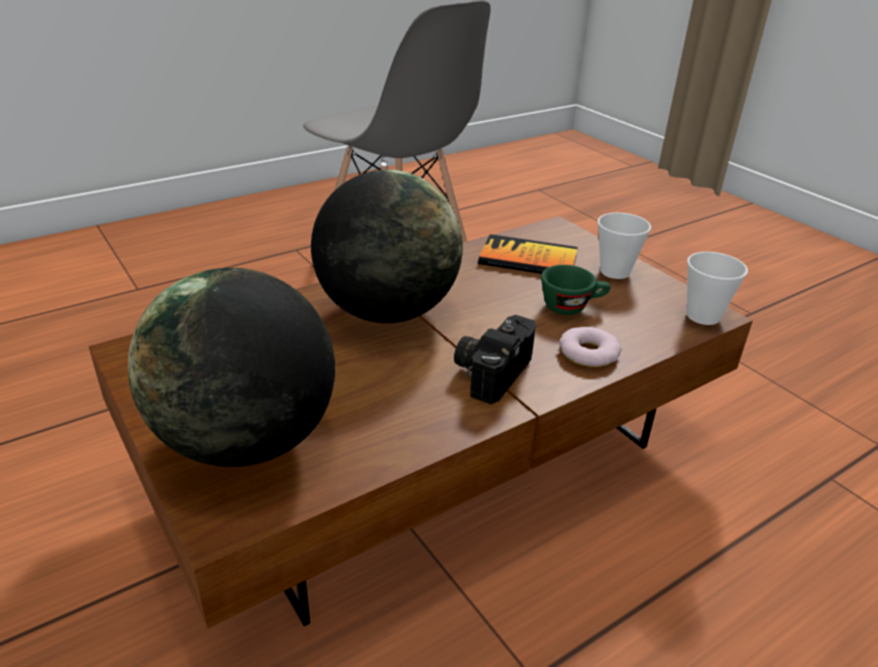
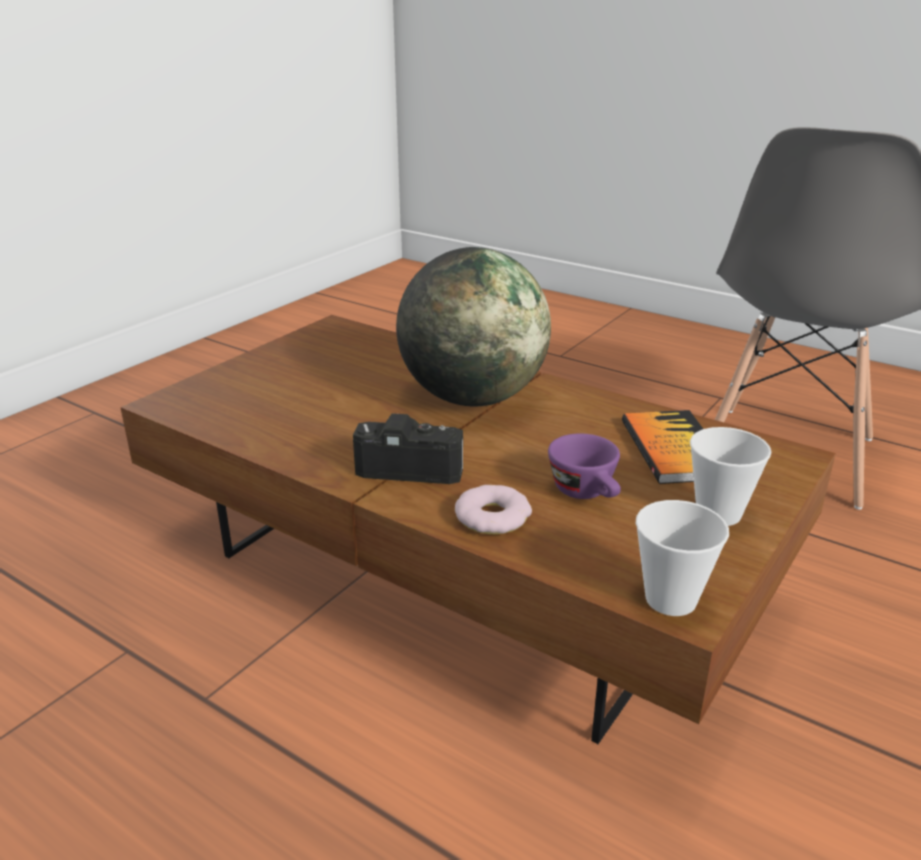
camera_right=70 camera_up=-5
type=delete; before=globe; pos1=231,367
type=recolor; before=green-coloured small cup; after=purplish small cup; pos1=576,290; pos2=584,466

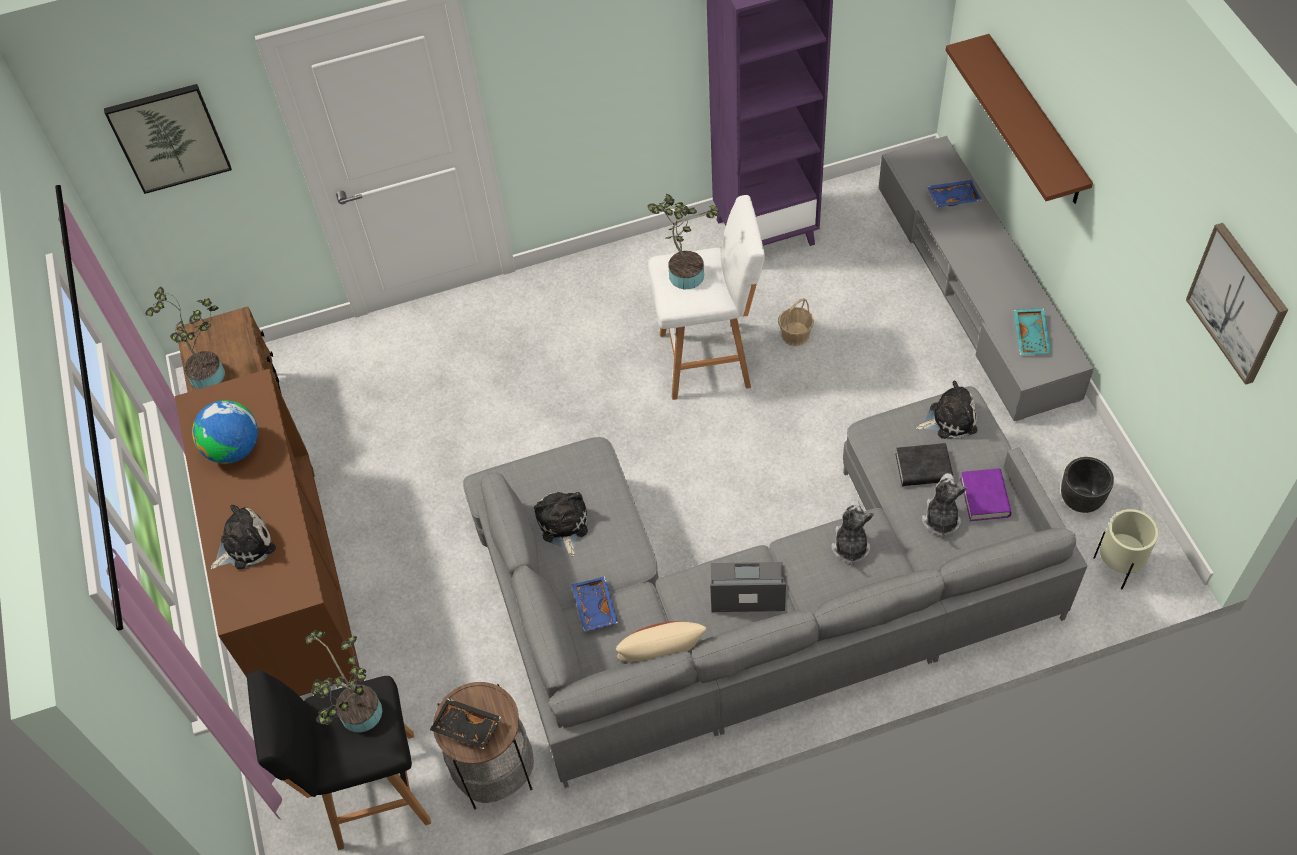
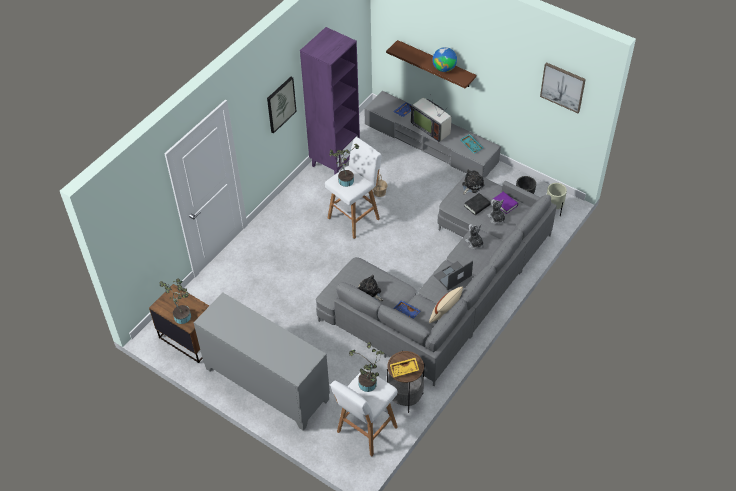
camera_right=-40 camera_up=-5
type=delete; before=soft toy; pos1=243,537
type=insert; after=television; pos2=431,118
type=move; before=picture; pos1=168,139; pos2=282,105
type=move; before=globe; pos1=225,432; pos2=445,59
type=recolor; before=brownish cupboard; after=gray cupboard; pos1=269,532; pos2=261,362
type=recolor; before=blackish sitting stool; after=whitish sitting stool; pos1=339,760; pos2=364,412
type=recolor; before=blackish serving tray; after=yellow serving tray; pos1=465,723; pos2=404,367

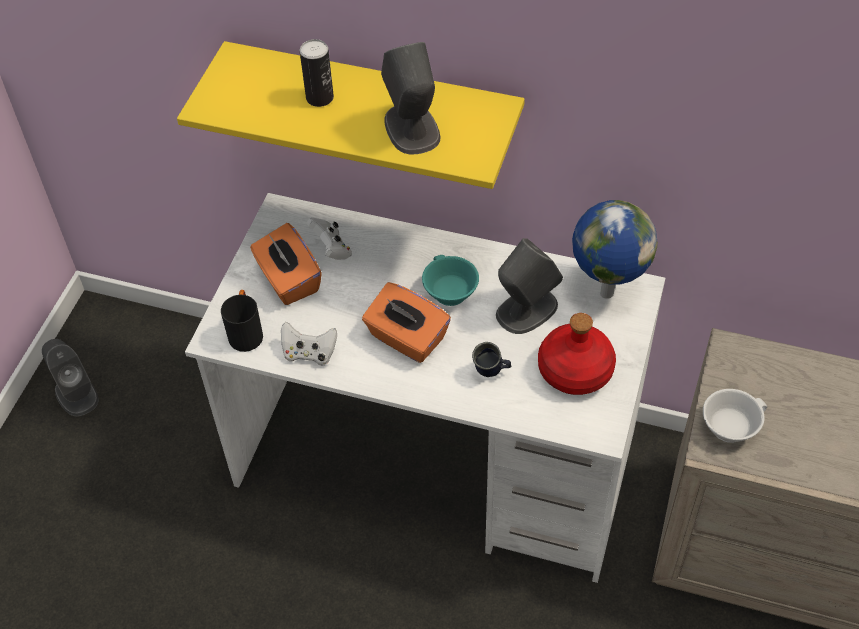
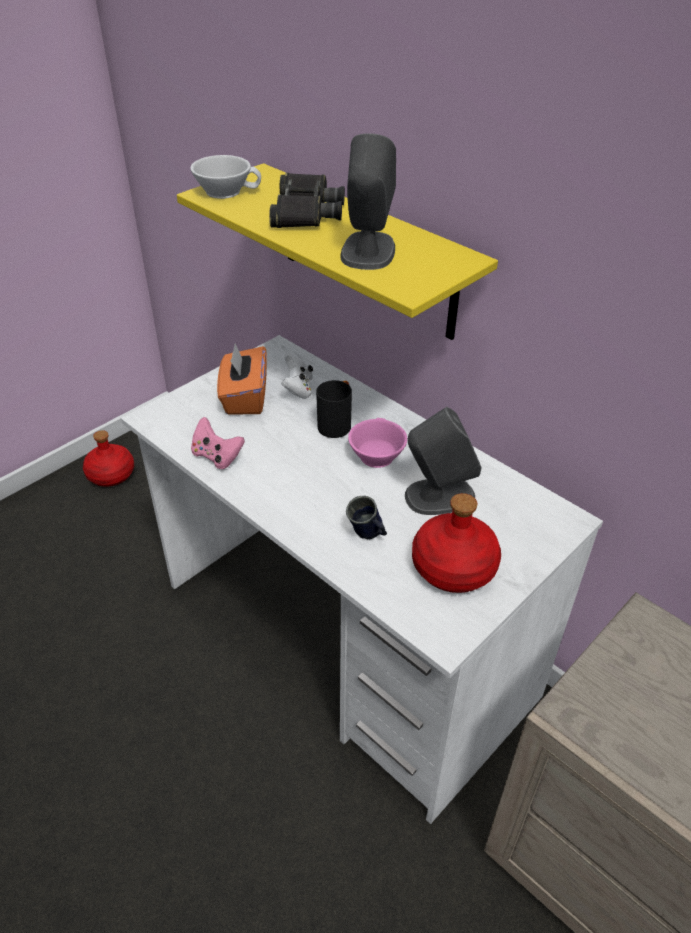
camera_right=25 camera_up=-10
type=delete; before=orange tissue holder; pos1=406,322
type=delete; before=globe; pos1=615,249
type=move; before=blackish mug; pos1=242,321; pos2=334,409
type=move; before=whitish small cup; pos1=735,416; pos2=225,177
type=replace; before=gray audio speaker; after=red beverage bottle; pos1=70,377; pos2=108,458
type=replace; before=sealed can; after=blackish pair of binoculars; pos1=317,73; pos2=307,200
type=recolor; before=whitish joypad; after=pink joypad; pos1=309,344; pos2=218,443
type=recolor; before=blue-green small cup; after=pink small cup; pos1=450,280; pos2=377,443

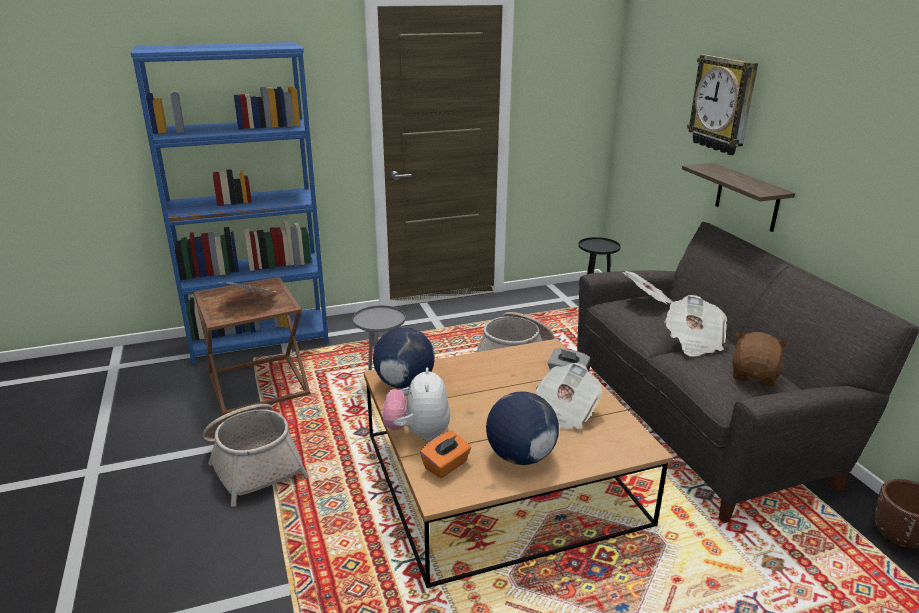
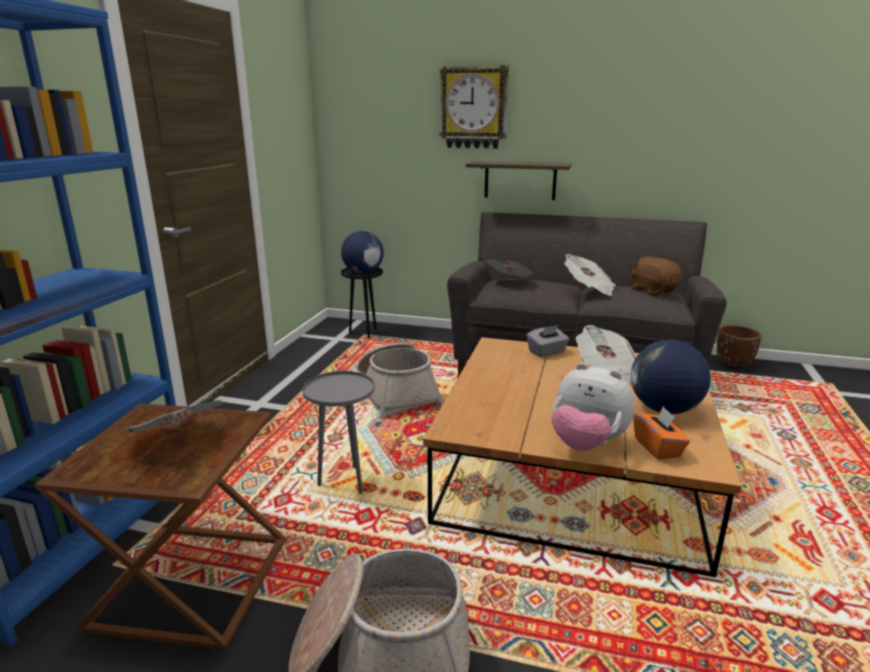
camera_right=-55 camera_up=-5
type=move; before=globe; pos1=404,358; pos2=362,252

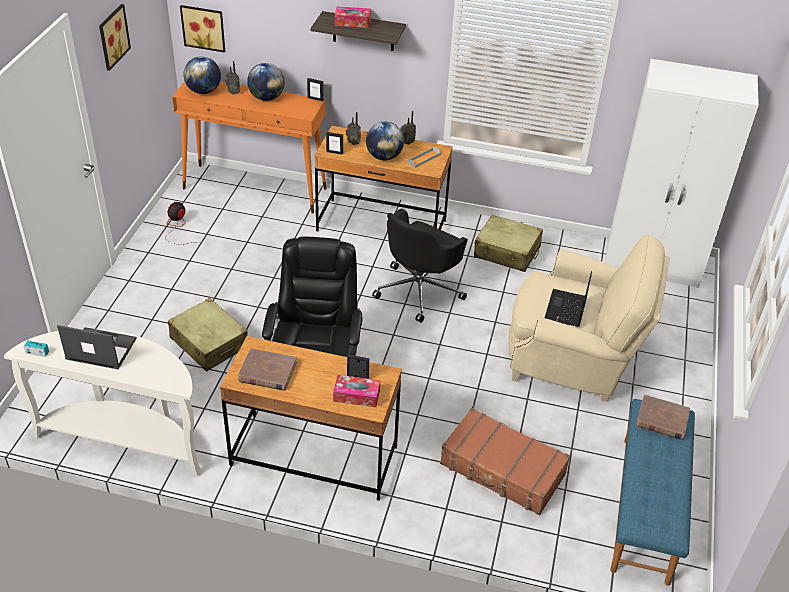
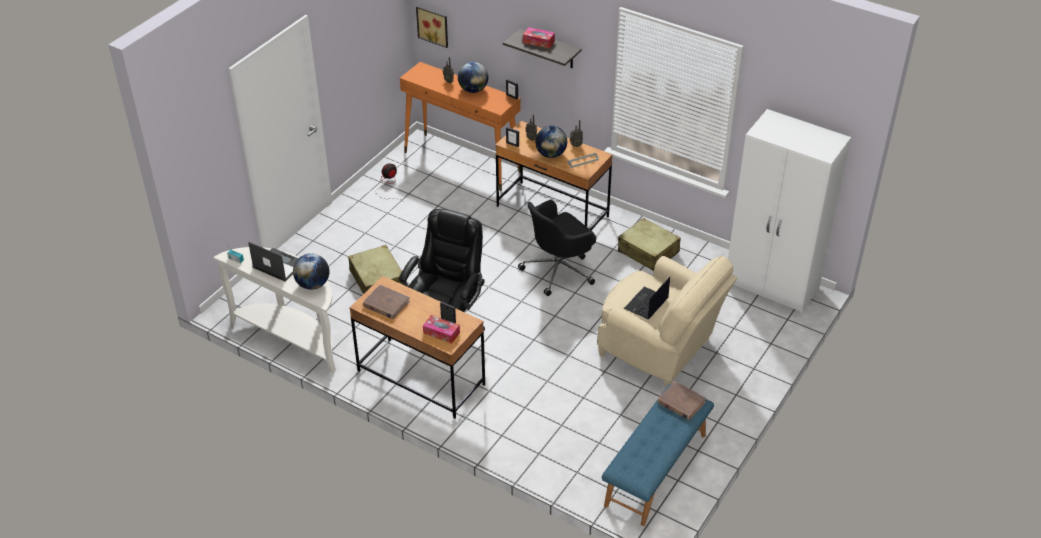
camera_right=20 camera_up=0
type=delete; before=picture; pos1=115,37
type=delete; before=brownish travel case; pos1=505,461
type=move; before=globe; pos1=202,75; pos2=311,271

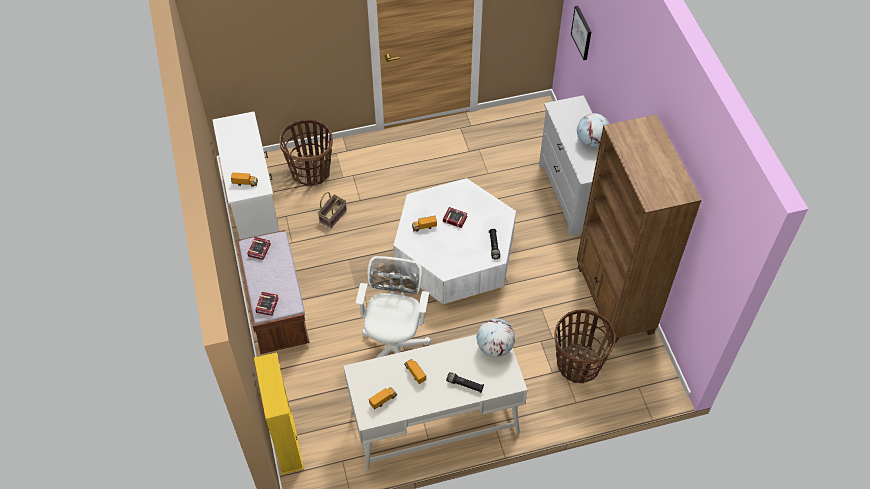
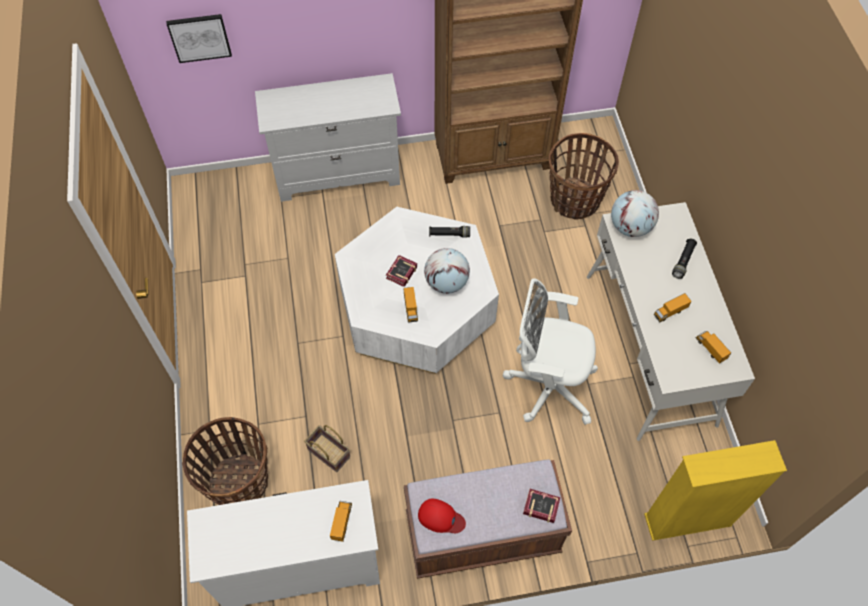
camera_right=-85 camera_up=5
type=move; before=globe; pos1=593,130; pos2=447,271
type=replace; before=bound book; after=red cap; pos1=259,248; pos2=442,516

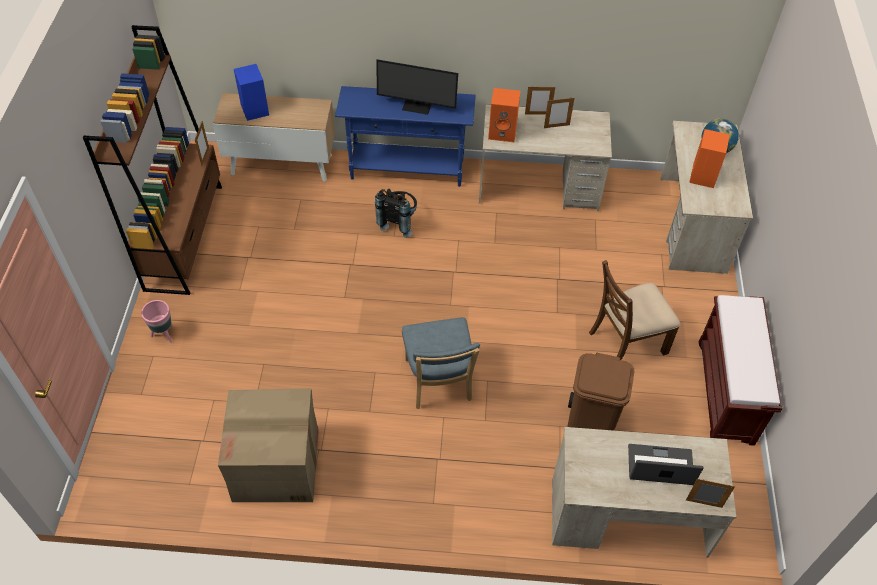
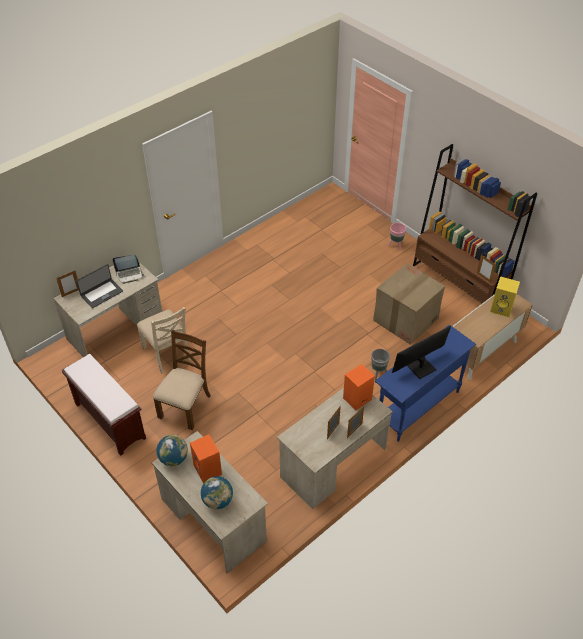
camera_right=135 camera_up=-5
type=delete; before=bluish plain chair; pos1=441,363
type=insert; after=notebook computer; pos2=128,269
type=insert; after=globe; pos2=172,450
type=move; before=packing box; pos1=268,445; pos2=409,303
type=replace; before=blackish knapsack; after=gray plant pot; pos1=396,213; pos2=380,364
type=replace; before=brownish rubbish bin; after=beige-coloured plain chair; pos1=600,392; pos2=164,340
type=recolor; before=bluish audio speaker; after=yellow audio speaker; pos1=251,92; pos2=505,297

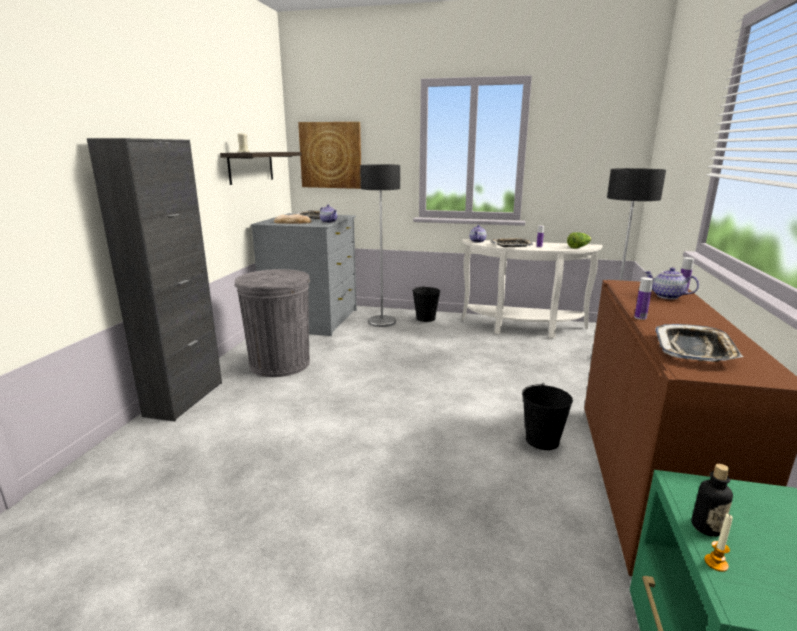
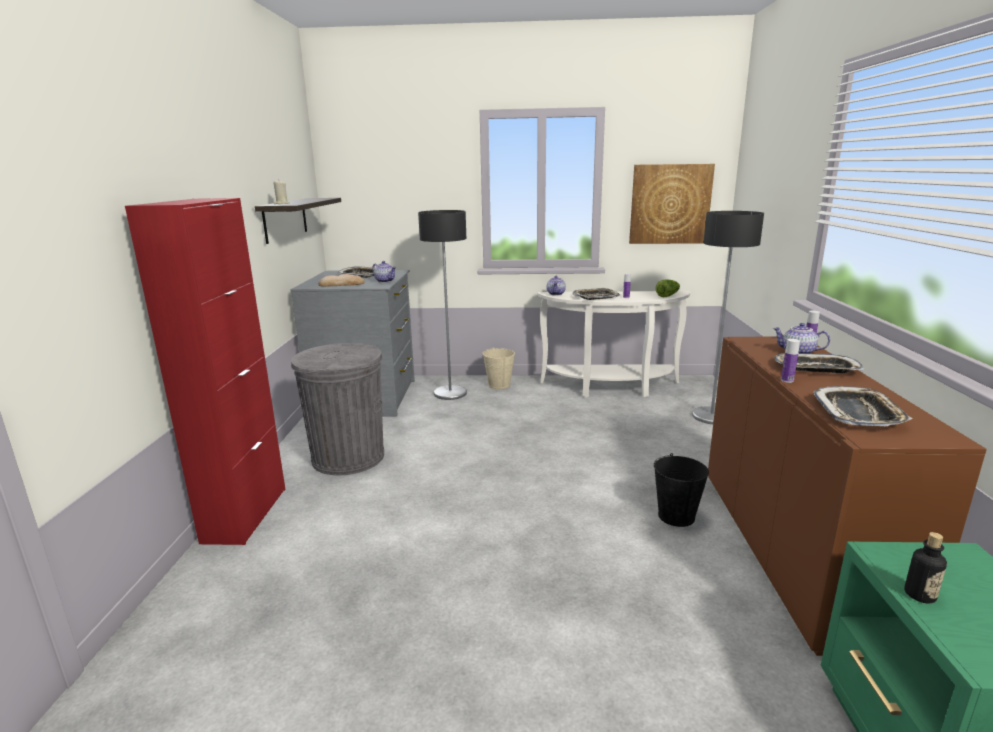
camera_right=-10 camera_up=0
type=delete; before=candle; pos1=718,543
type=insert; after=serving tray; pos2=819,363
type=move; before=picture; pos1=329,155; pos2=672,204
type=recolor; before=blackish cupboard; after=red cupboard; pos1=154,279; pos2=205,371
type=recolor; before=blackish pail; after=beige-coloured pail; pos1=426,304; pos2=498,368

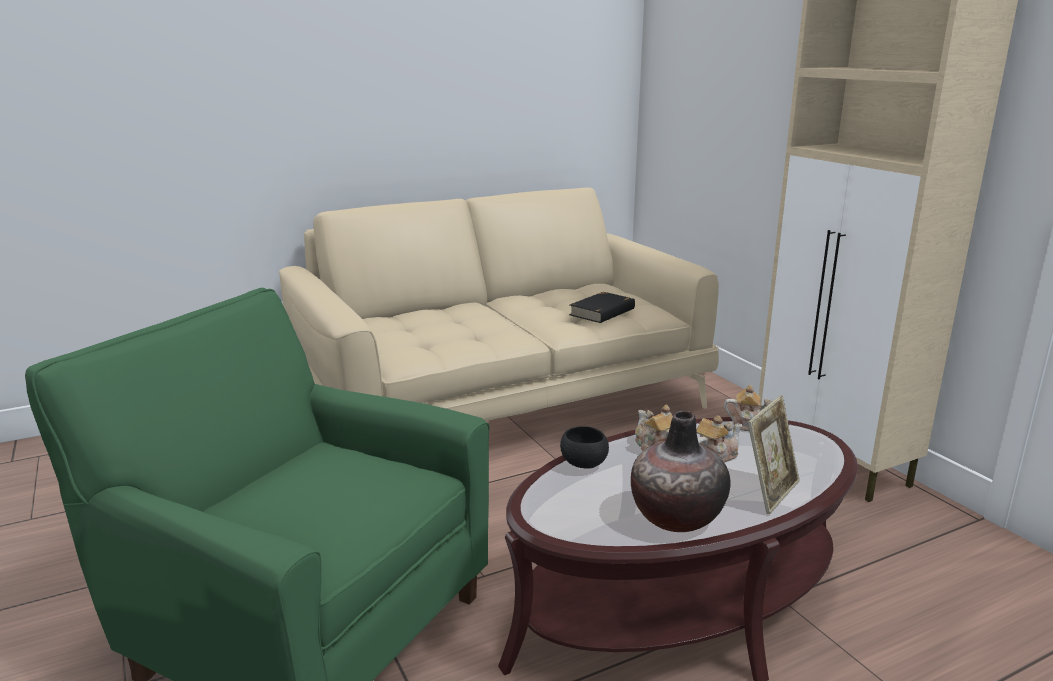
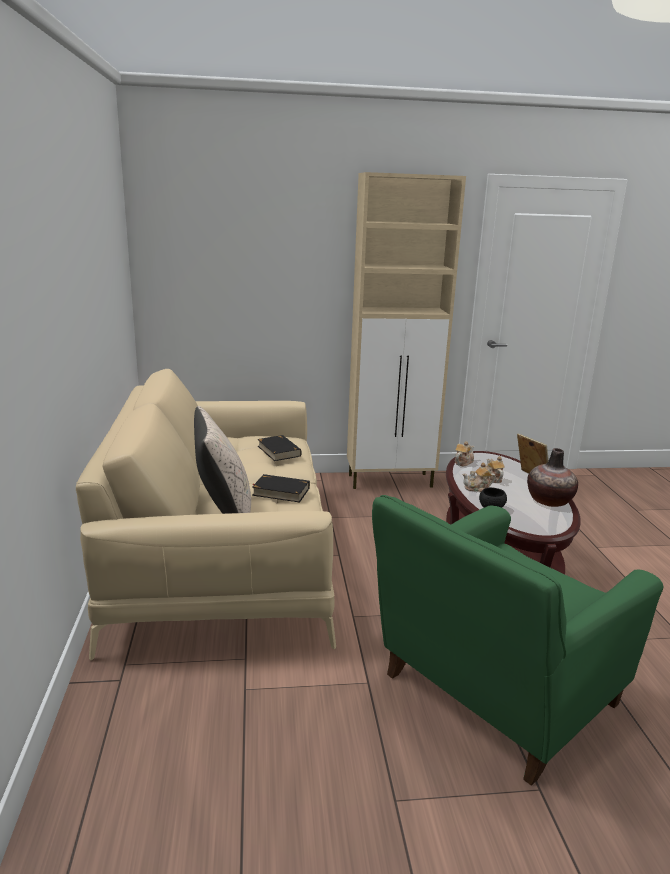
camera_right=-70 camera_up=0
type=insert; after=beige-coloured throw pillow; pos2=222,460
type=insert; after=blackish bound book; pos2=281,488

